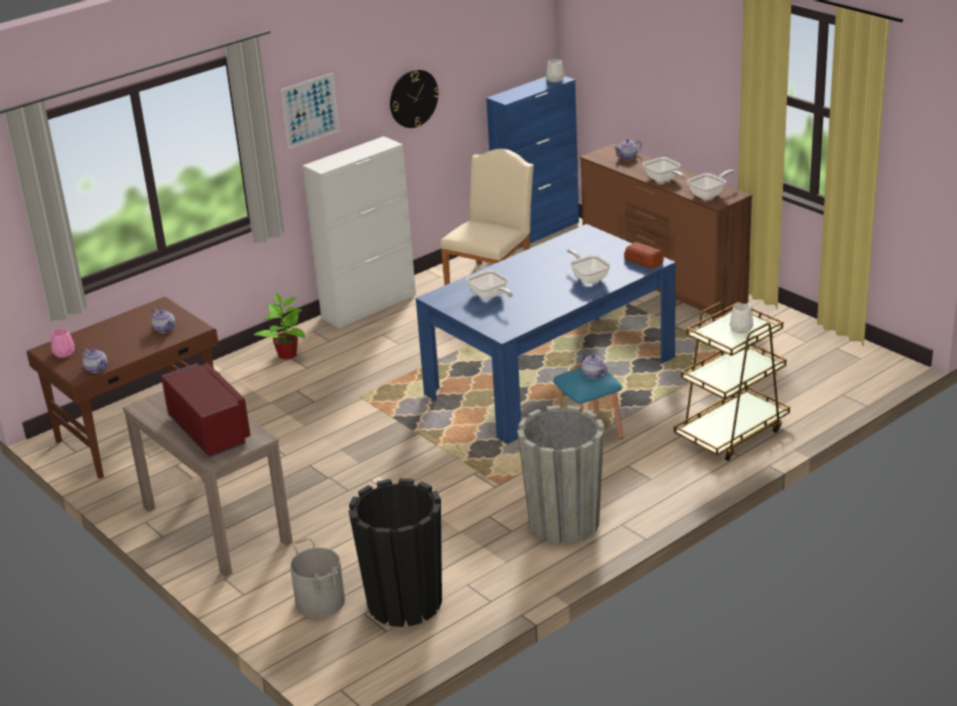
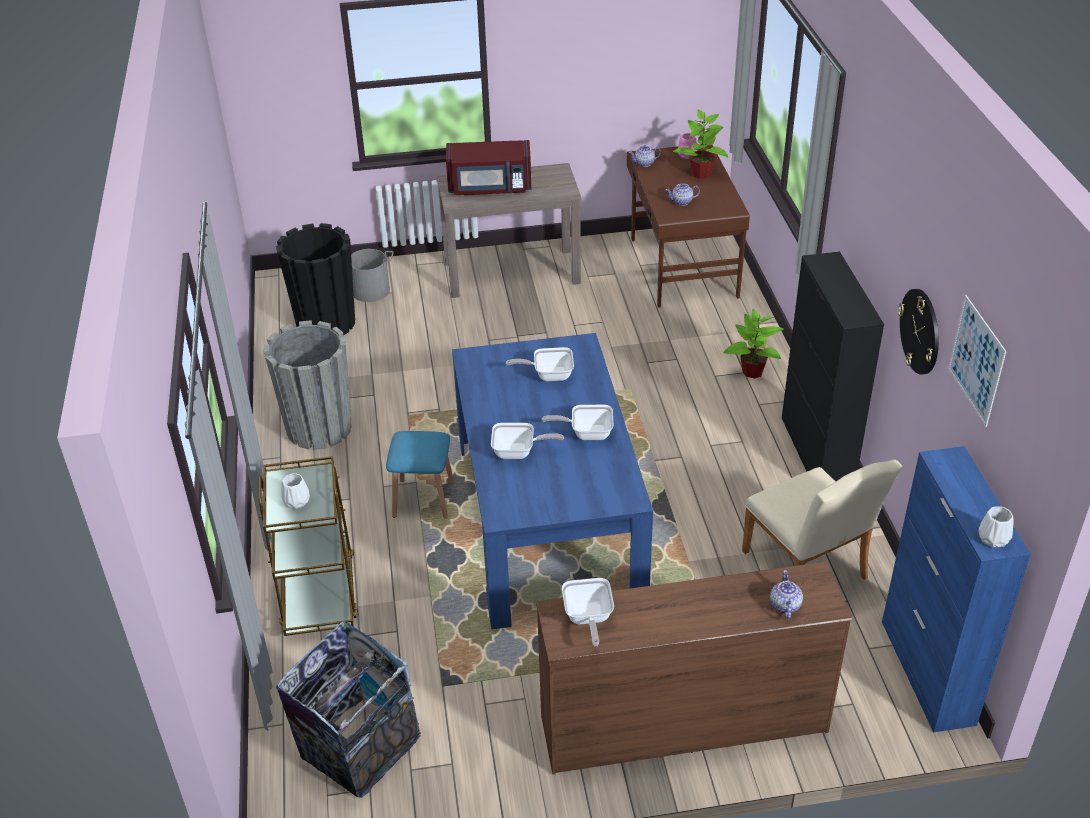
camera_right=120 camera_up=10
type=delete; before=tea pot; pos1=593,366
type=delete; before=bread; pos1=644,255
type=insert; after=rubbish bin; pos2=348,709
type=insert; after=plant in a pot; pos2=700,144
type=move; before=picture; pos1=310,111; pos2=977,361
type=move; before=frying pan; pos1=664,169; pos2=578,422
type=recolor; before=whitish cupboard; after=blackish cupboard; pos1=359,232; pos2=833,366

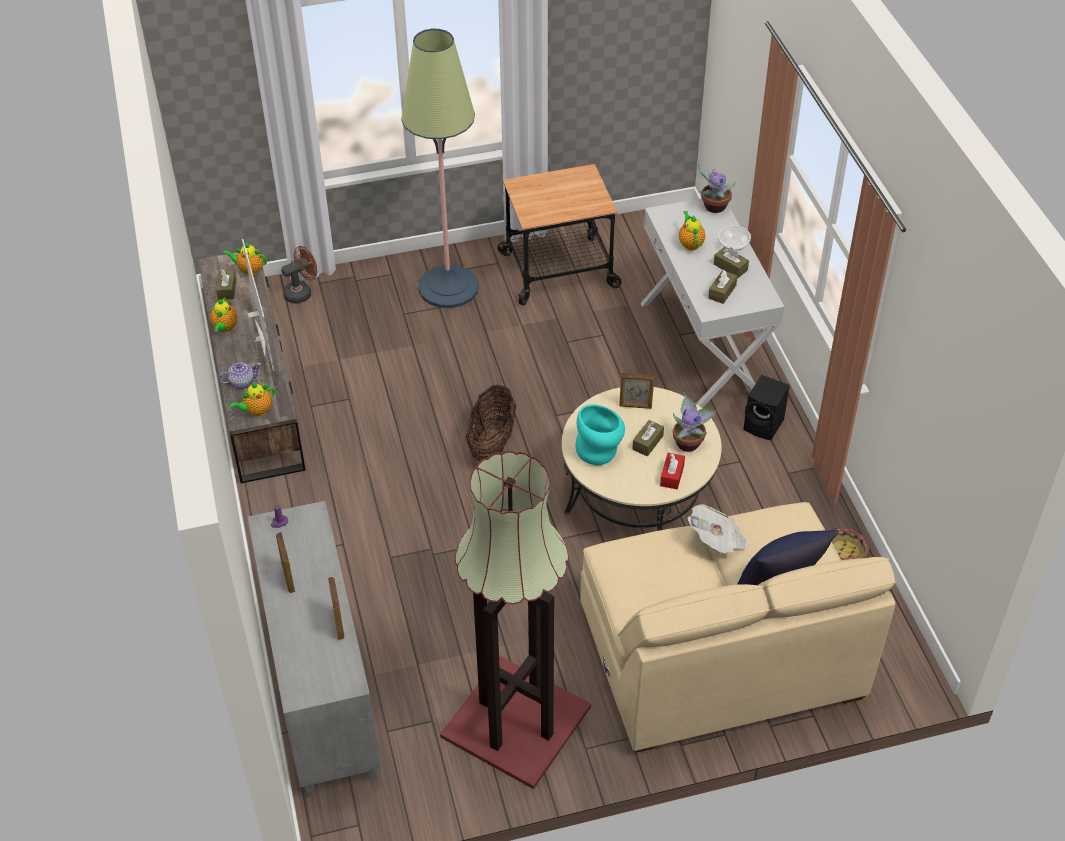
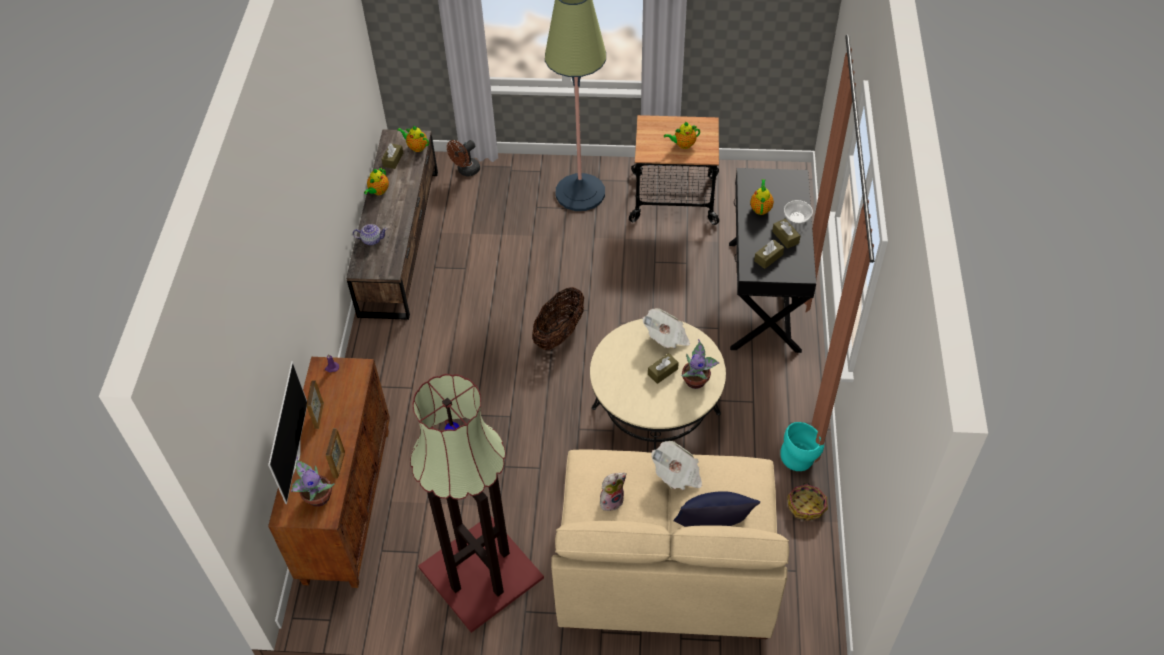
camera_right=20 camera_up=5
type=delete; before=red tissue holder; pos1=672,471
type=delete; before=blackish audio speaker; pos1=766,407
type=insert; after=soft toy; pos2=613,492
type=move; before=tea pot; pos1=252,399; pos2=682,135
type=move; before=television; pos1=258,305; pos2=287,432
type=move; before=blue-green decorative vase; pos1=600,434; pos2=802,446
type=move; before=plant in a pot; pos1=717,188; pos2=313,481
type=replace; before=picture frame; after=printed paper; pos1=636,391; pos2=666,328
type=recolor; before=gray cupboard; after=brownish cupboard; pos1=314,648; pos2=329,472
type=recolor; before=whitish console table; after=blackish console table; pos1=712,303; pos2=772,260
type=rotate; before=brownish cooling fan; pos1=299,274; pos2=463,158; turn=150

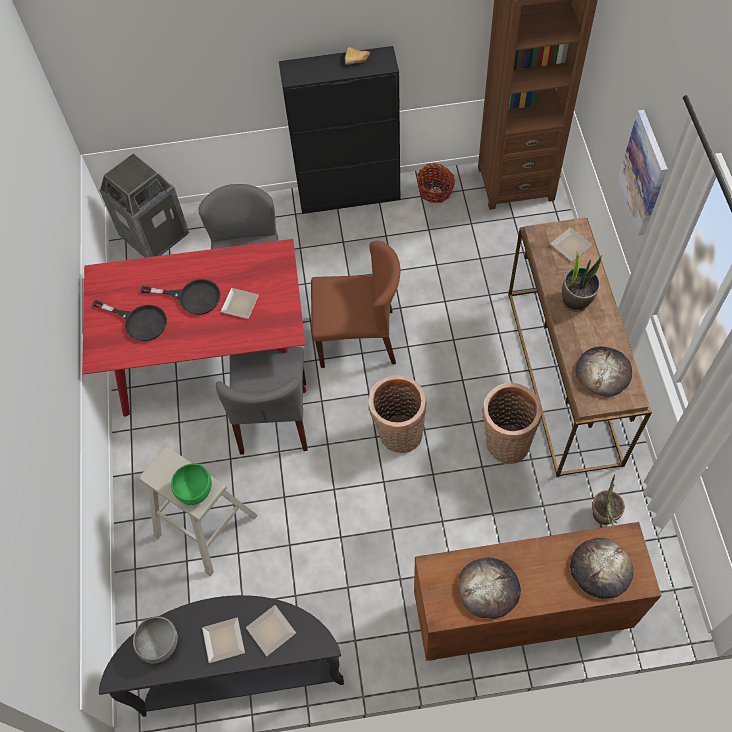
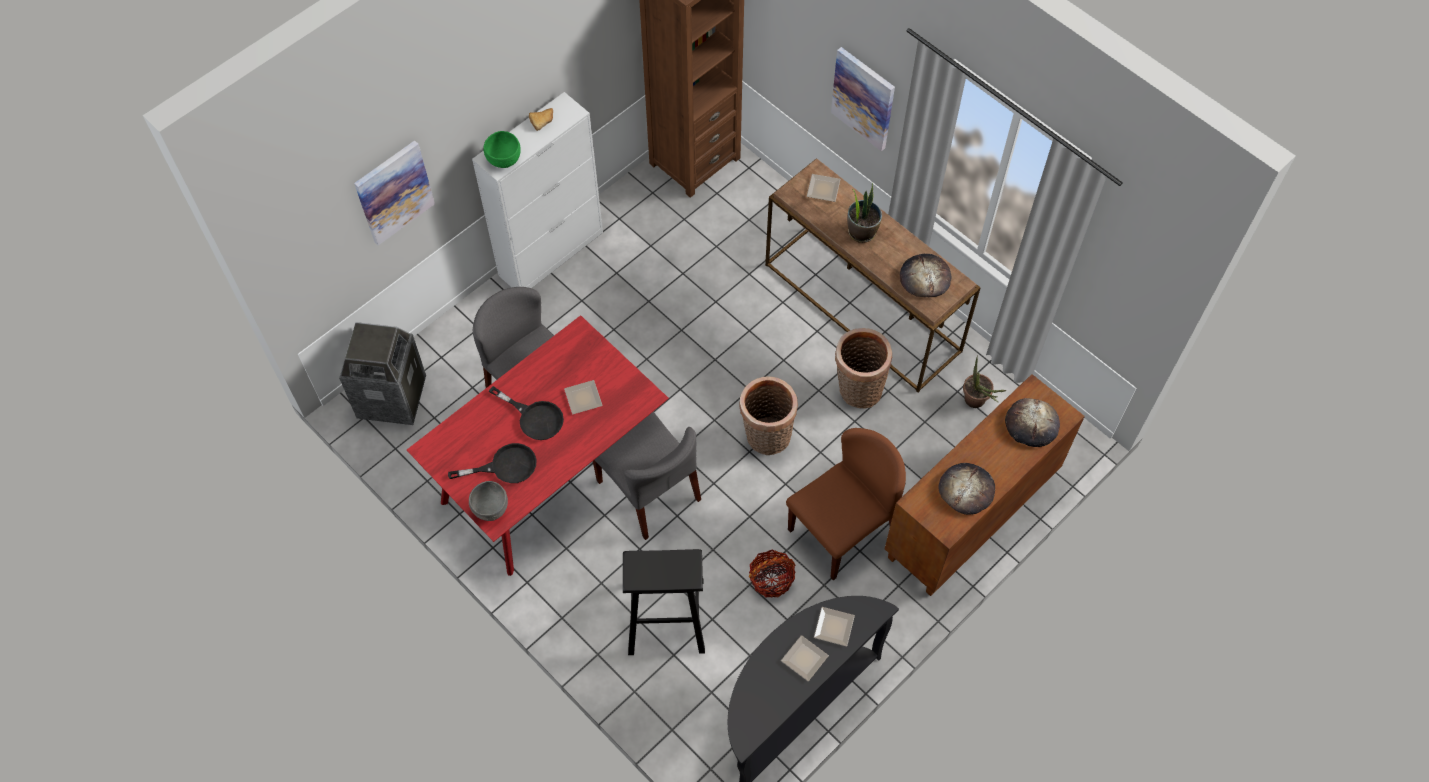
camera_right=-40 camera_up=0
type=insert; after=picture; pos2=394,192
type=move; before=gray bowl; pos1=155,640; pos2=488,501
type=move; before=green-coloured bowl; pos1=191,484; pos2=502,149
type=move; before=brownish plain chair; pos1=356,304; pos2=846,504
type=move; before=household basket; pos1=436,183; pos2=772,573
type=recolor; before=beige-coloured sitting stool; after=blackish sitting stool; pos1=198,511; pos2=664,602
type=recolor; before=blackish cupboard; after=whitish cupboard; pos1=339,130; pos2=537,190
type=rotate; before=blackish frying pan; pos1=180,297; pos2=526,413; turn=60

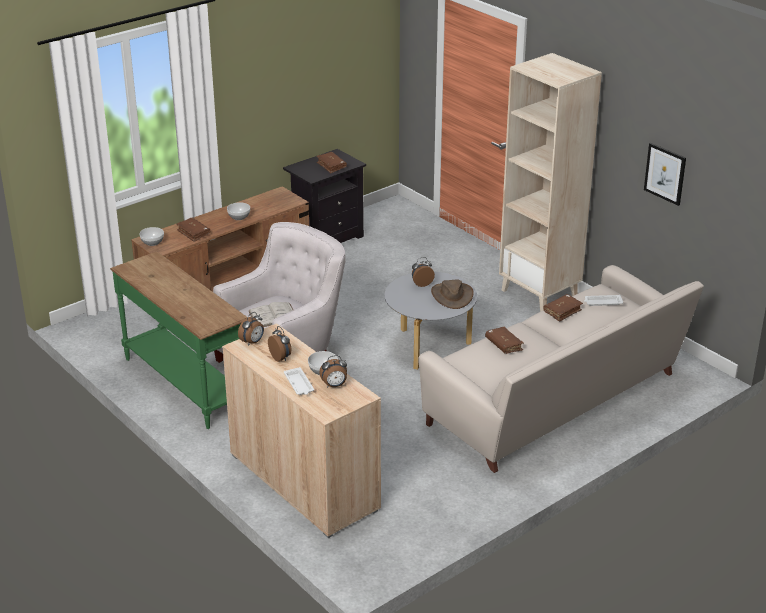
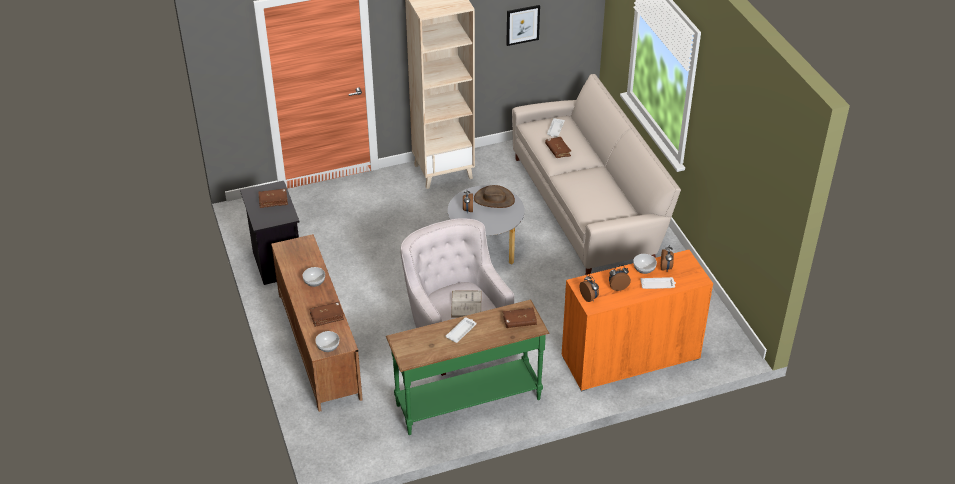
camera_right=-70 camera_up=10
type=insert; after=whitish serving tray; pos2=461,330
type=move; before=brownish bound book; pos1=504,340; pos2=520,317
type=recolor; before=beige-coloured cupboard; after=orange cupboard; pos1=301,430; pos2=637,321

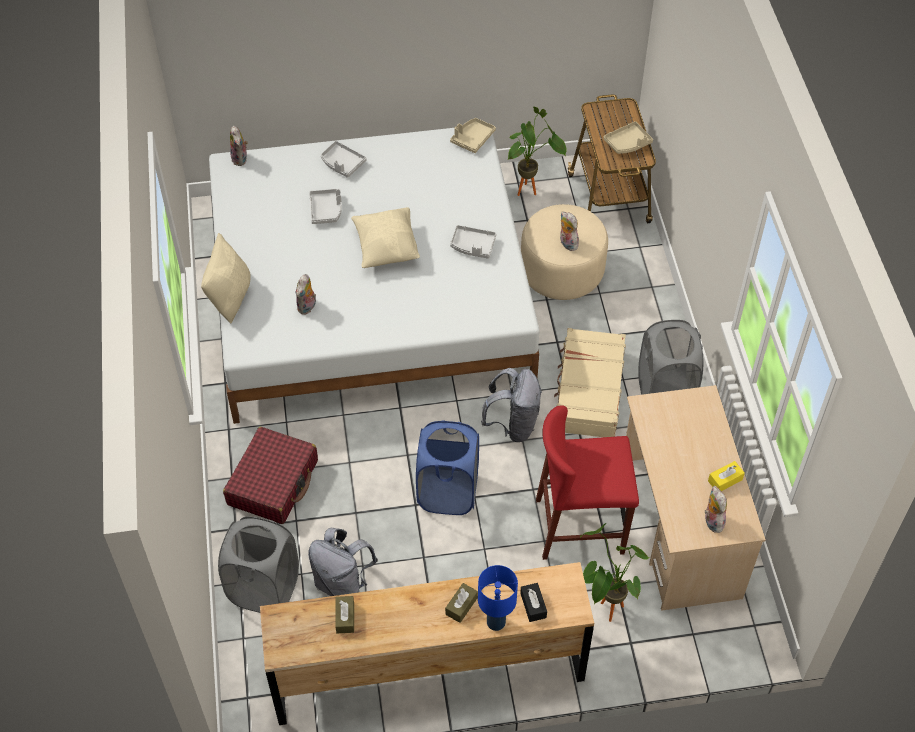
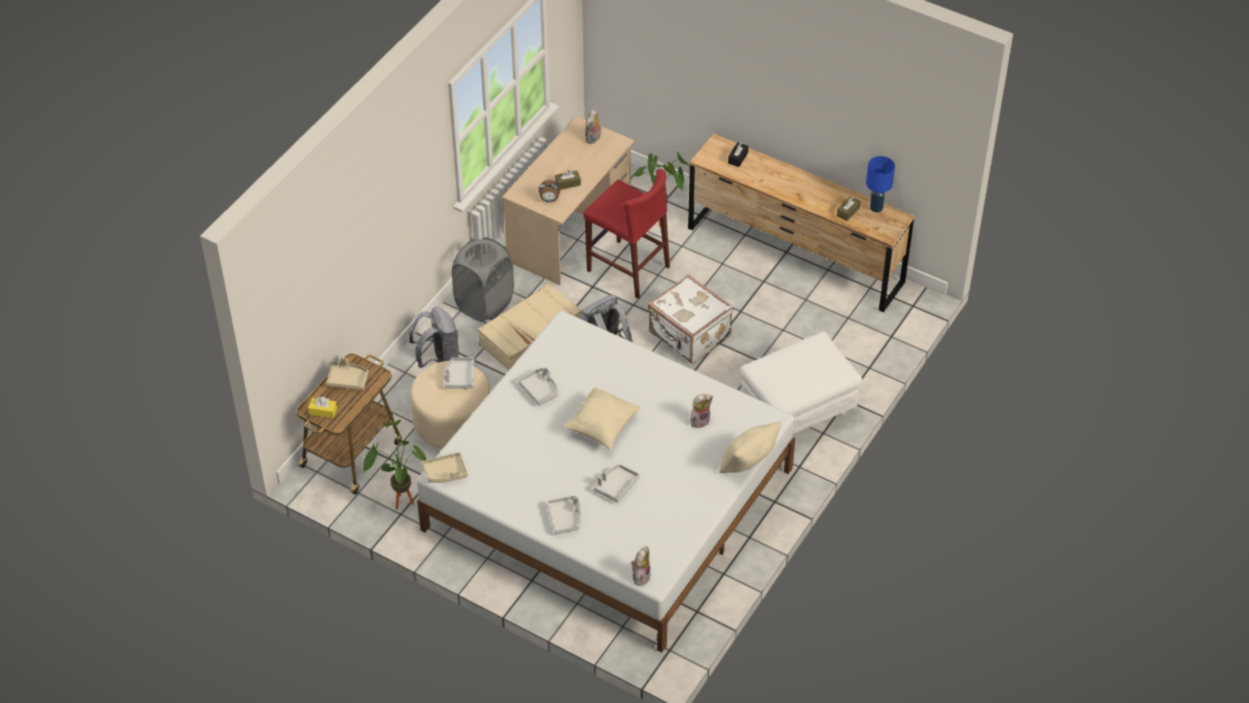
camera_right=-140 camera_up=-5
type=delete; before=gray washing basket; pos1=258,565
type=insert; after=table clock; pos2=549,191
type=move; before=gray knapsack; pos1=343,562; pos2=434,337
type=move; before=brownish tissue holder; pos1=461,603; pos2=568,180
type=move; before=bluish lamp for a table; pos1=498,598; pos2=880,184
type=move; before=yellow tissue holder; pos1=726,476; pos2=322,407
type=replace; before=red travel case; after=whitish ottoman; pos1=270,475; pos2=801,382
type=replace; before=bluish washing basket; after=whitish travel case; pos1=447,467; pos2=690,319
type=replace; before=soft toy; after=gray serving tray; pos1=569,231; pos2=459,373

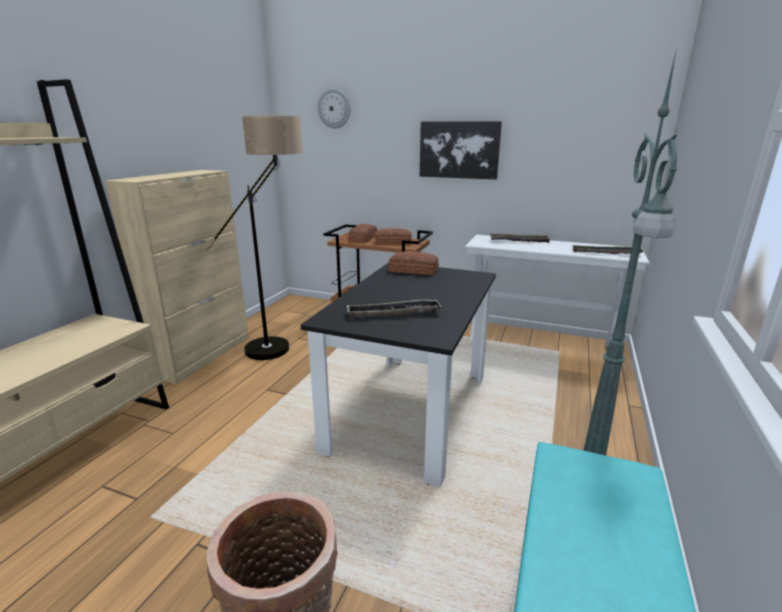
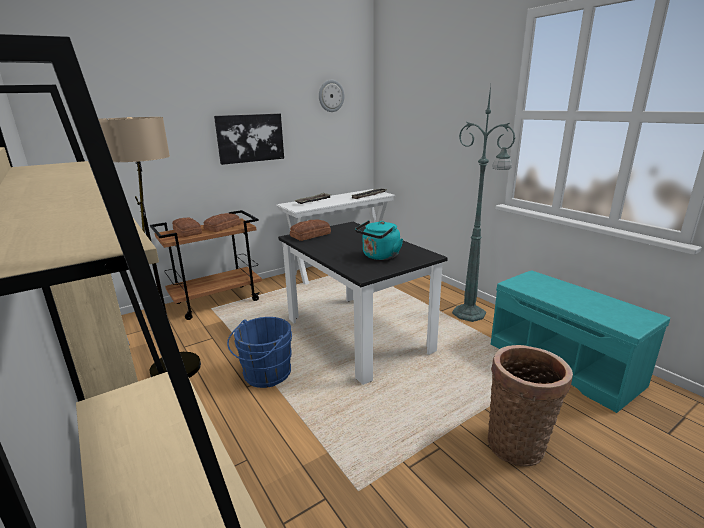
camera_right=-55 camera_up=0
type=insert; after=bluish pail; pos2=259,352
type=move; before=clock on the wall; pos1=334,108; pos2=332,96
type=replace; before=serving tray; after=blue-green kettle; pos1=394,308; pos2=379,240

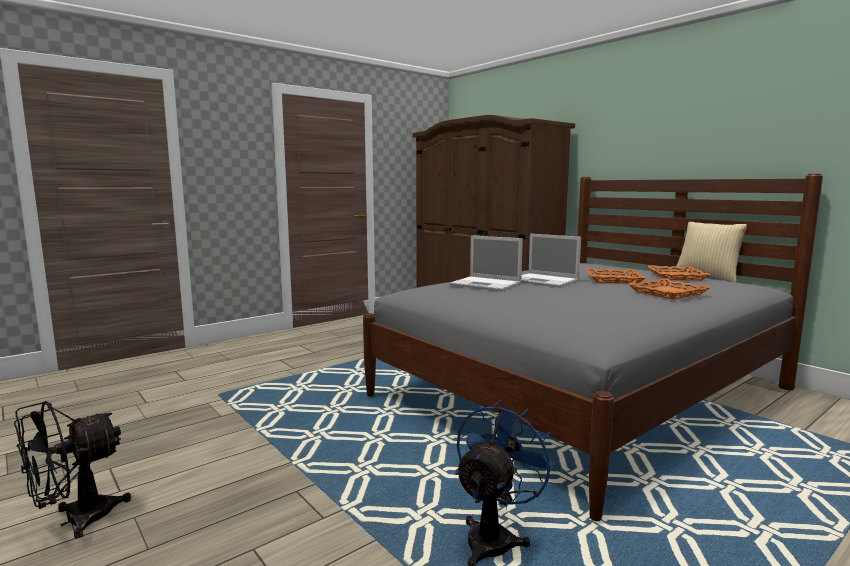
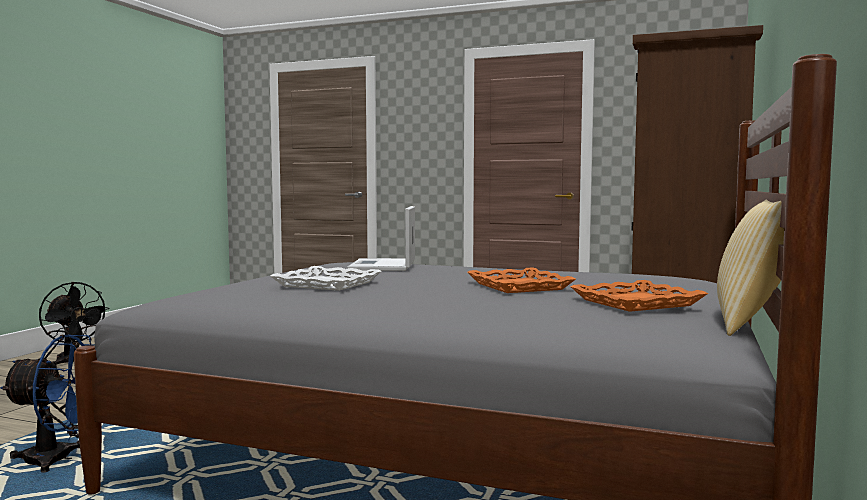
camera_right=60 camera_up=-5
type=delete; before=notebook computer; pos1=550,261
type=delete; before=orange serving tray; pos1=669,288
type=insert; after=whitish serving tray; pos2=325,278
type=rotate; before=blackish cooling fan; pos1=72,469; pos2=74,323; turn=-150

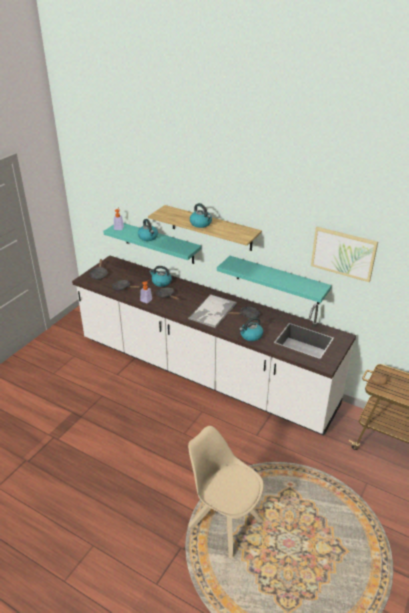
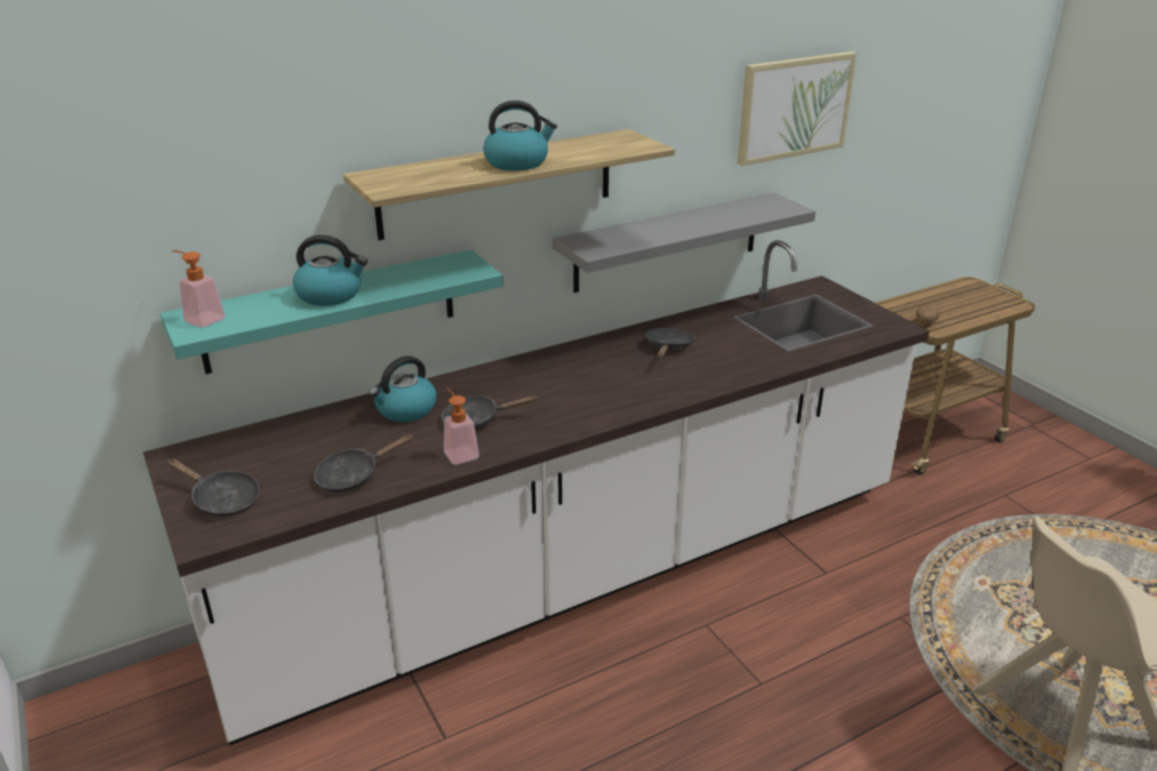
camera_right=-60 camera_up=-5
type=delete; before=serving tray; pos1=212,311
type=delete; before=kettle; pos1=251,329
type=recolor; before=blue-green shelf; after=gray shelf; pos1=274,280; pos2=684,243

